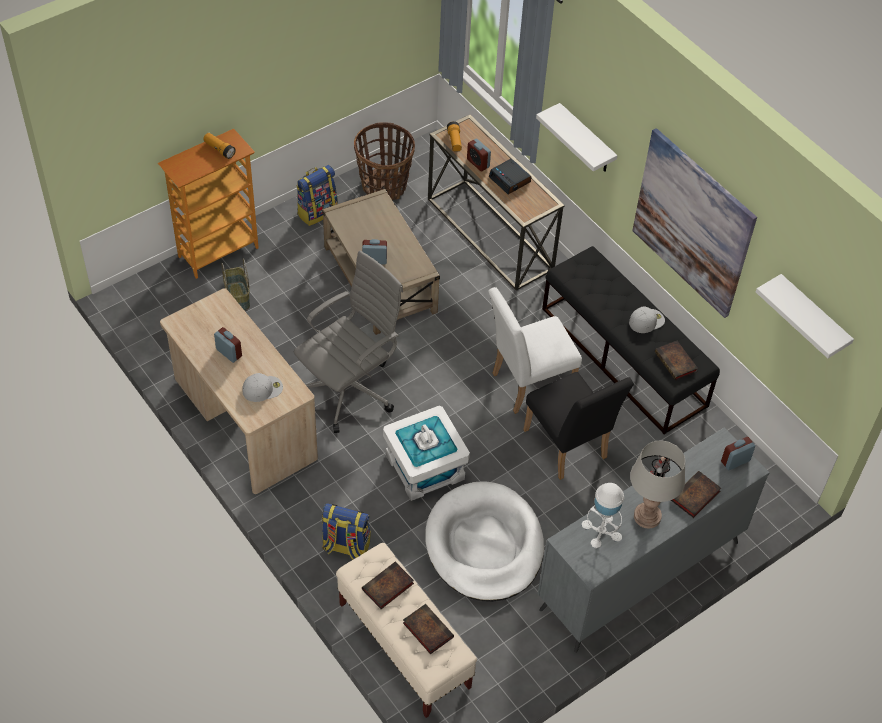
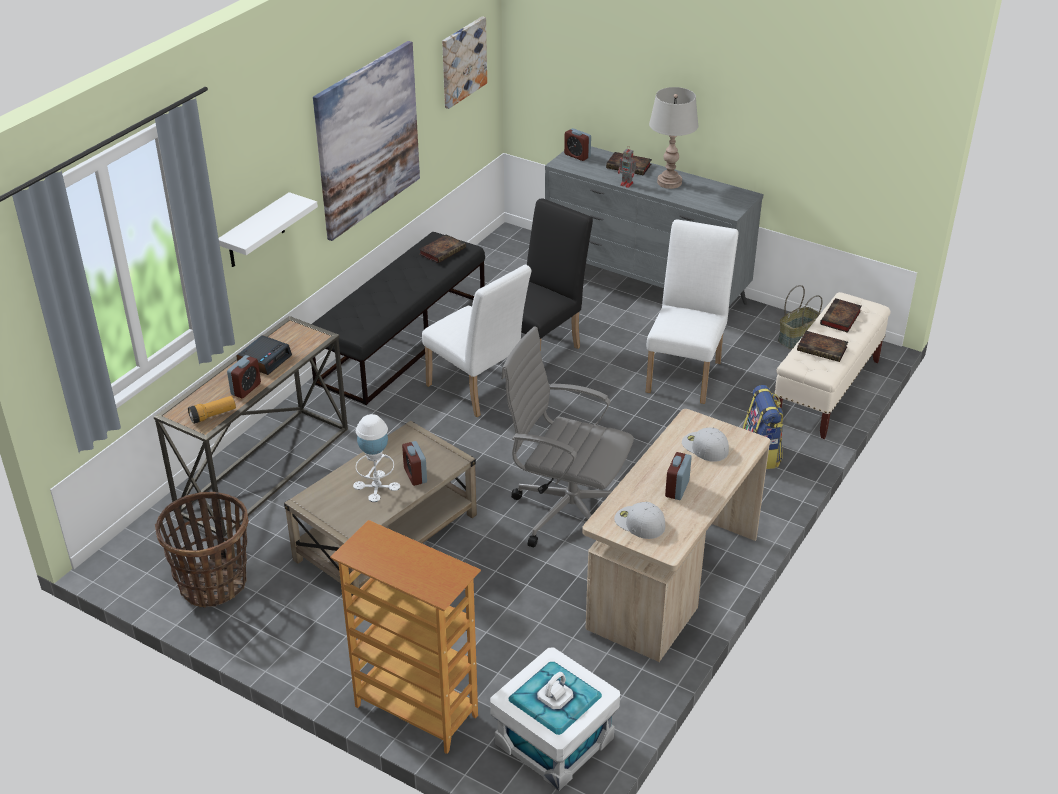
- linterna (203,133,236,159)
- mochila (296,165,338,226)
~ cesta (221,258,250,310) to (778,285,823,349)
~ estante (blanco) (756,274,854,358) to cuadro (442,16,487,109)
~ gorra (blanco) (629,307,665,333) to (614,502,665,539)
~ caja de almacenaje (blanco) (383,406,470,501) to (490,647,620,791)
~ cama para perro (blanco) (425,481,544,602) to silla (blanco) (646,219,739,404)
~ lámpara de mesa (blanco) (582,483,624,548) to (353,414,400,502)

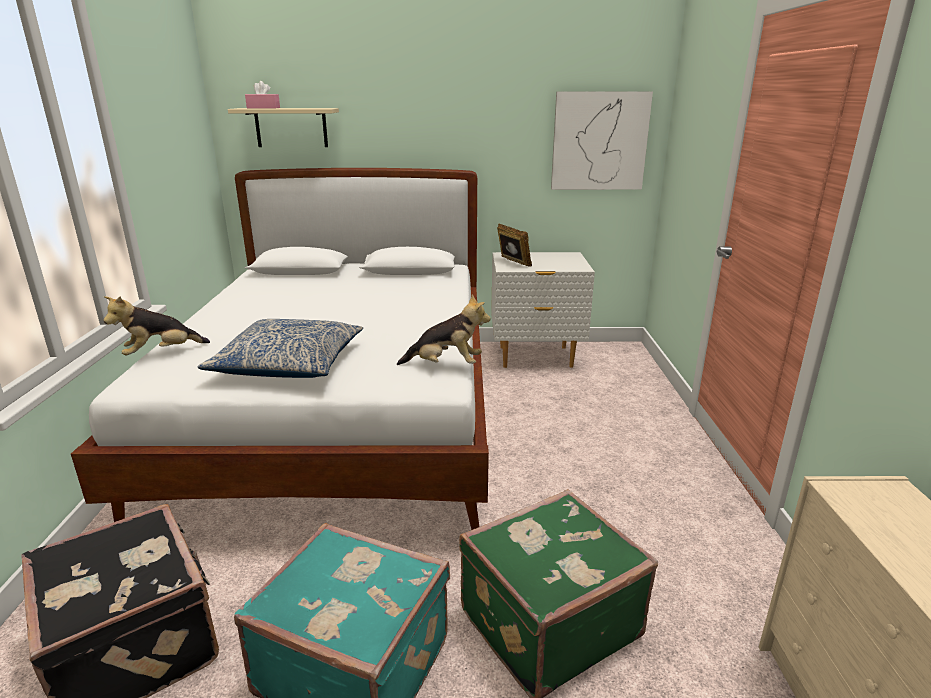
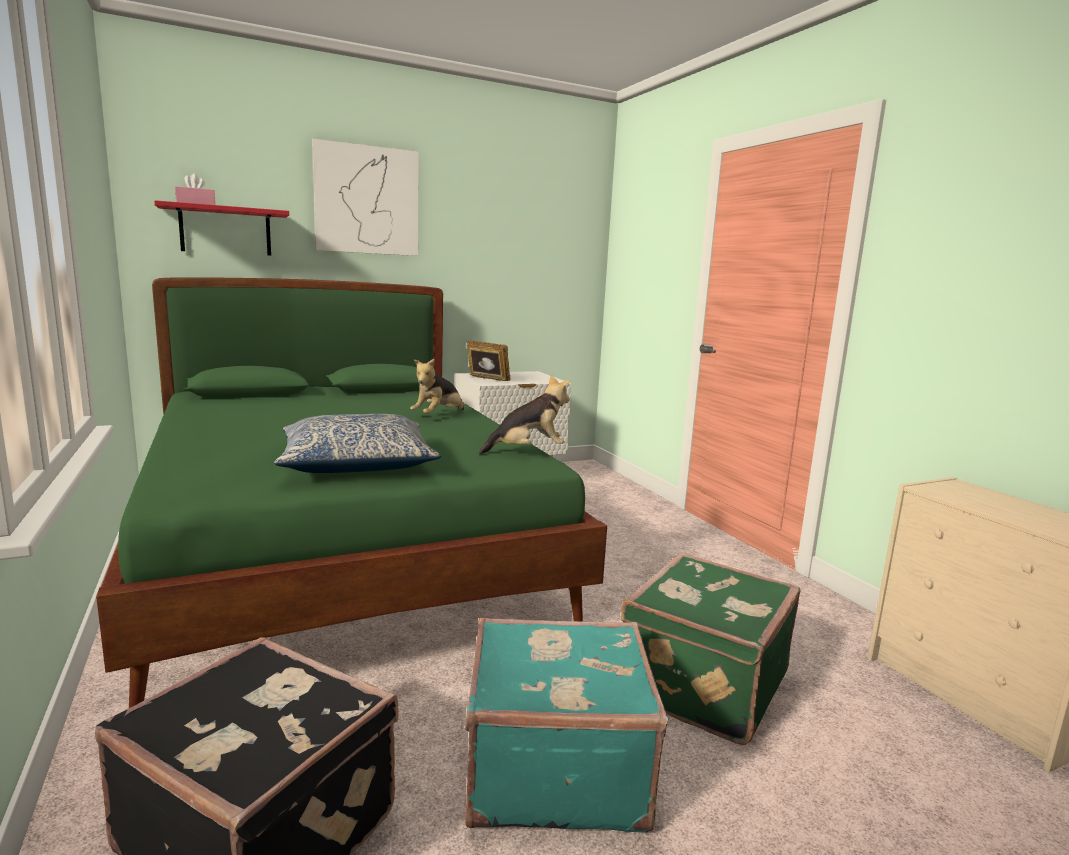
~ cuadro (551,91,653,190) to (312,139,419,256)
~ estante (beis) (228,108,339,147) to estante (rojo) (154,200,289,256)
~ cama (blanco) (71,168,489,530) to cama (verde) (96,277,607,708)
~ peluche (103,296,210,355) to (410,359,464,414)

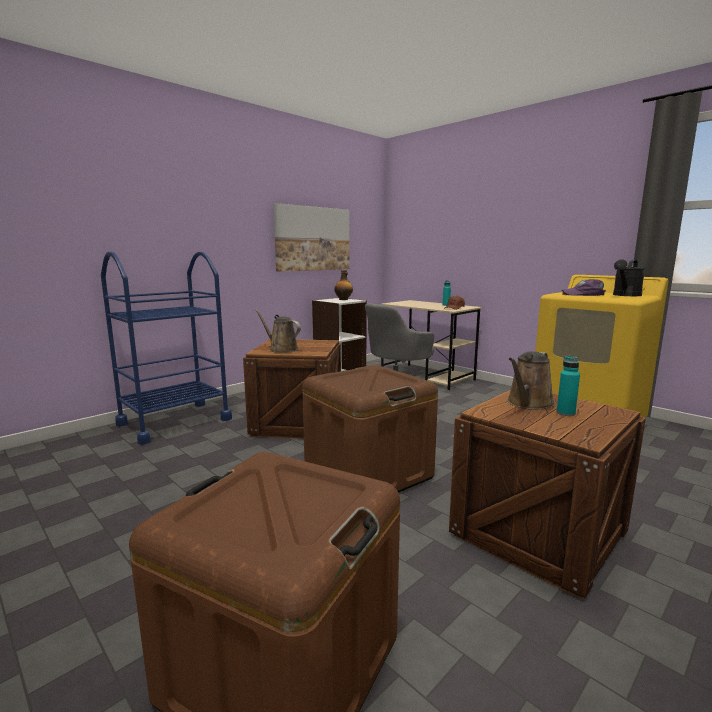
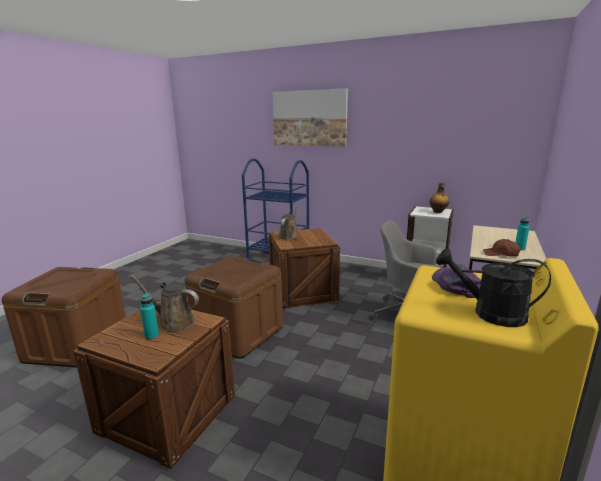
~ cuadro (273,203,349,272) to (273,88,348,146)

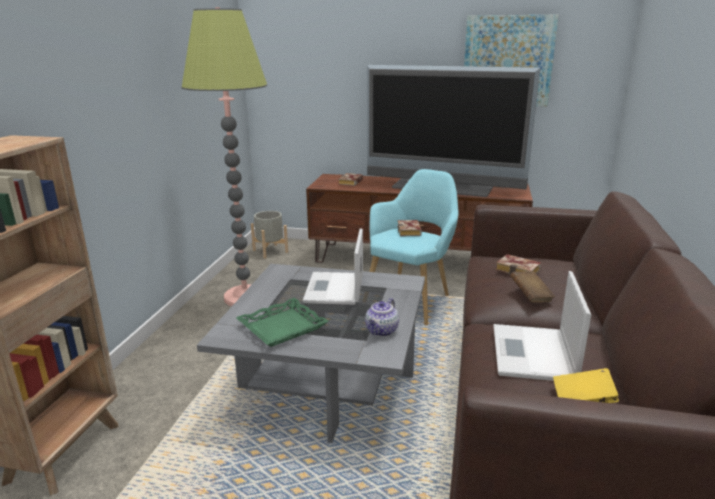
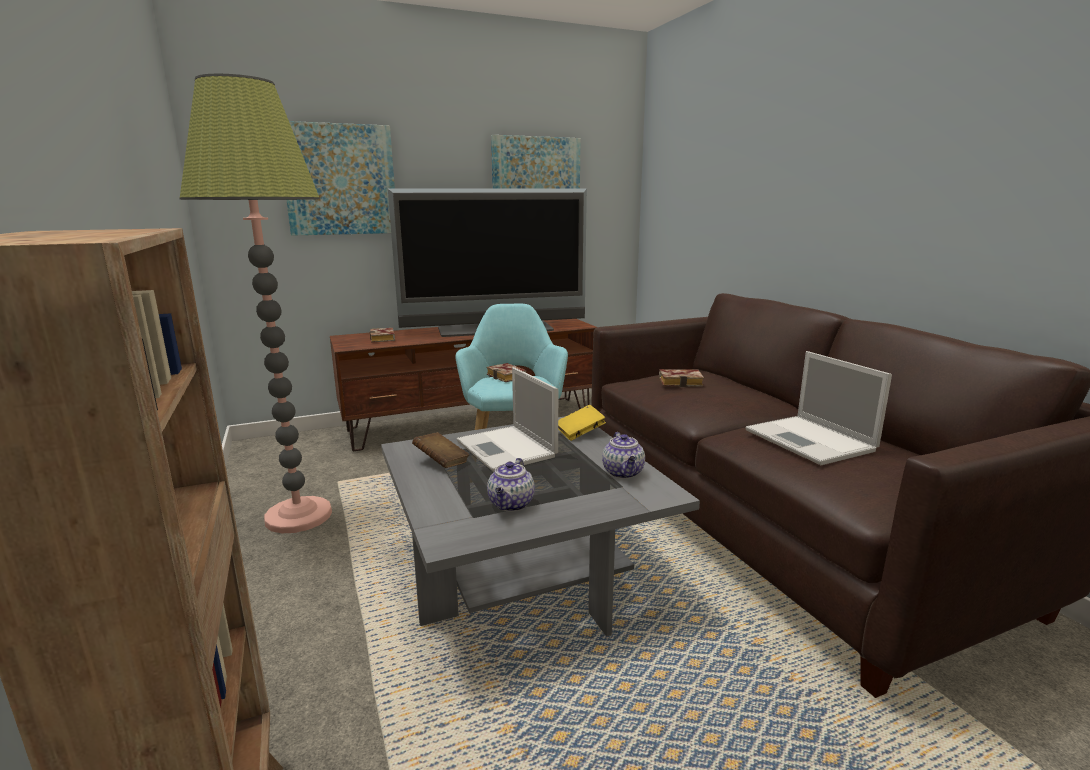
- maceta (gris) (251,211,288,259)
~ libro (marrón) (510,271,555,302) to (412,432,469,468)
~ bandeja (verde) (236,298,329,347) to tetera (487,458,535,512)
~ libro (amarillo) (553,368,619,403) to (558,405,606,441)
+ cuadro (287,121,395,236)

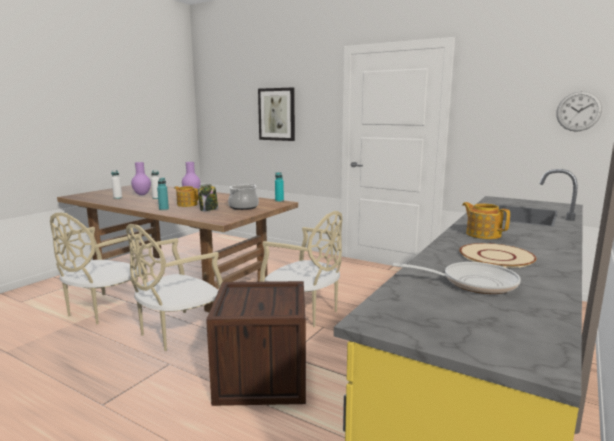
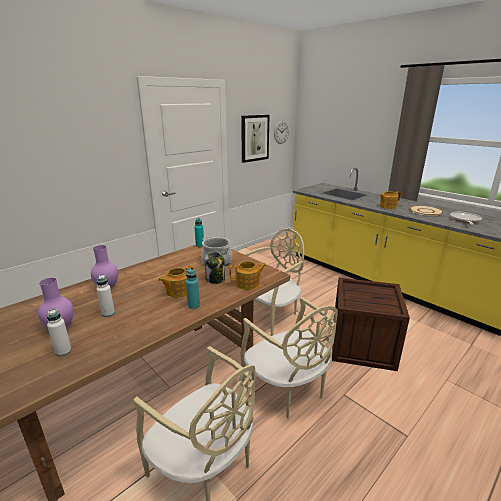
~ cuadro (258,87,295,141) to (241,115,269,163)
+ tetera (229,261,267,290)

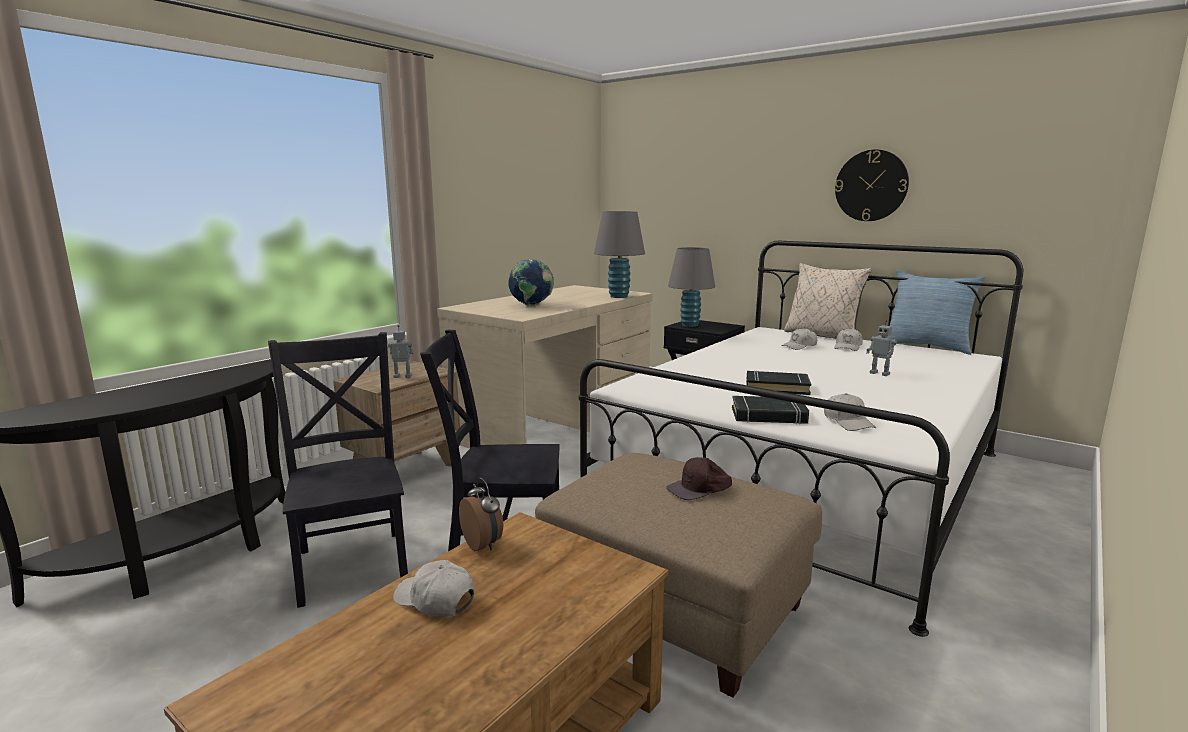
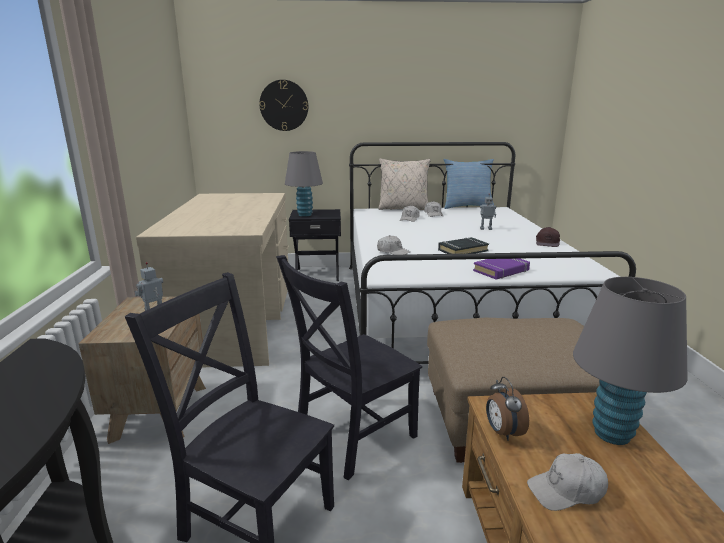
~ reloj de pared (835,150,909,221) to (259,80,308,131)
~ lámpara de mesa (gris) (594,211,645,298) to (573,277,687,445)
- globo terráqueo (508,259,554,306)
~ gorra (blanco) (824,393,876,431) to (377,235,410,255)
~ libro (negro) (732,396,809,424) to libro (morado) (473,258,530,280)
~ gorra (marrón) (666,457,732,500) to (536,227,560,247)
~ despertador (459,477,503,551) = (486,377,529,441) 120 degrees counterclockwise

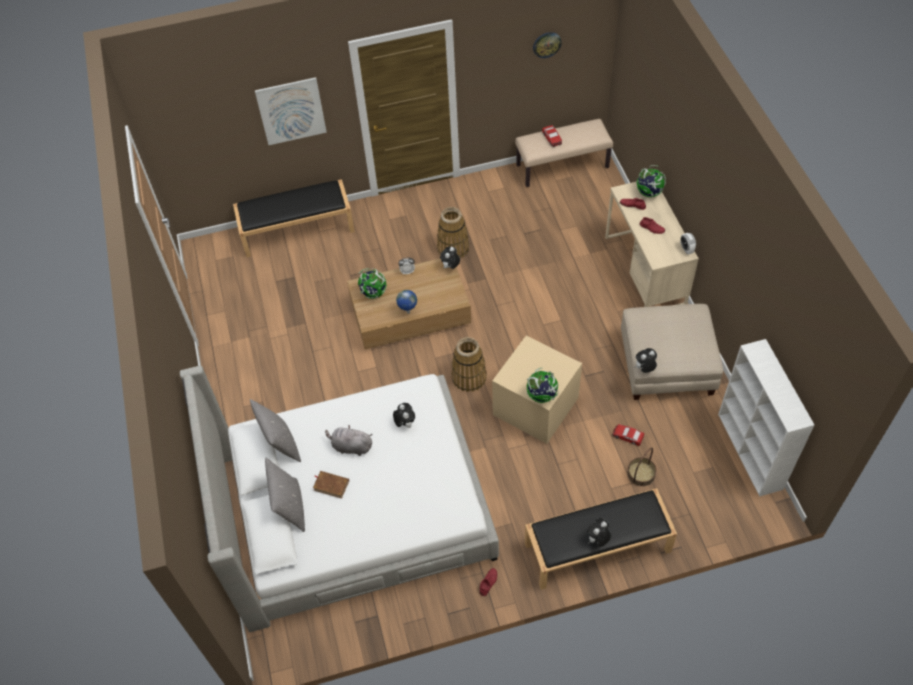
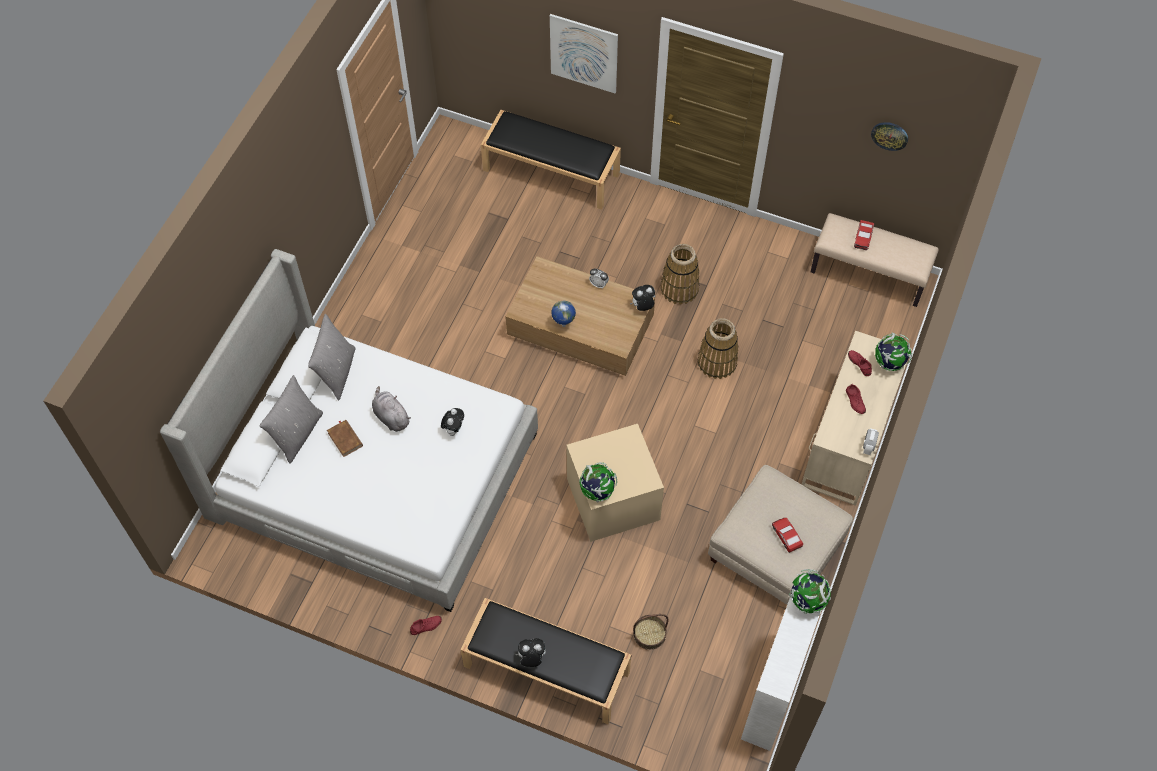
~ globo terráqueo (358,268,387,299) to (789,569,831,614)
~ cesta (451,337,487,392) to (698,318,739,379)
- peluche (634,348,657,373)
~ coche de juguete (612,424,644,446) to (772,518,803,553)

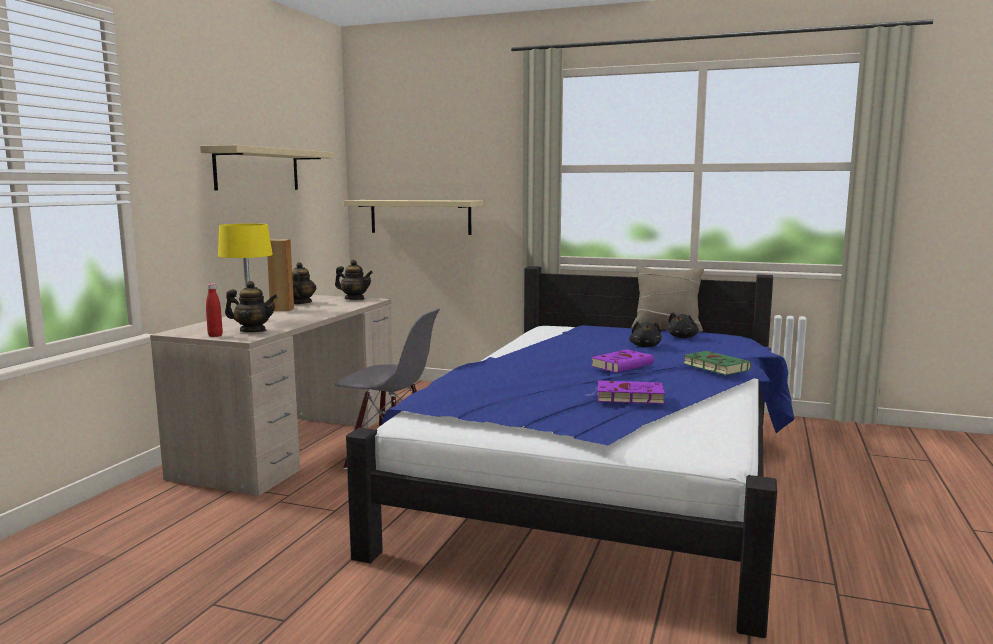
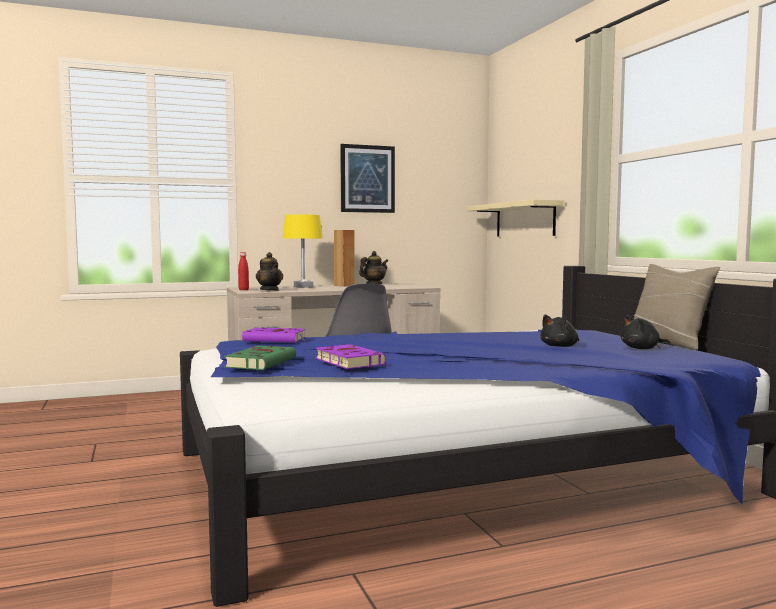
~ estante (beis) (200,145,335,190) to cuadro (340,144,395,213)
- tetera (335,260,373,300)
~ libro (morado) (591,349,654,373) to (242,328,310,343)
~ libro (verde) (683,351,751,375) to (224,345,296,370)

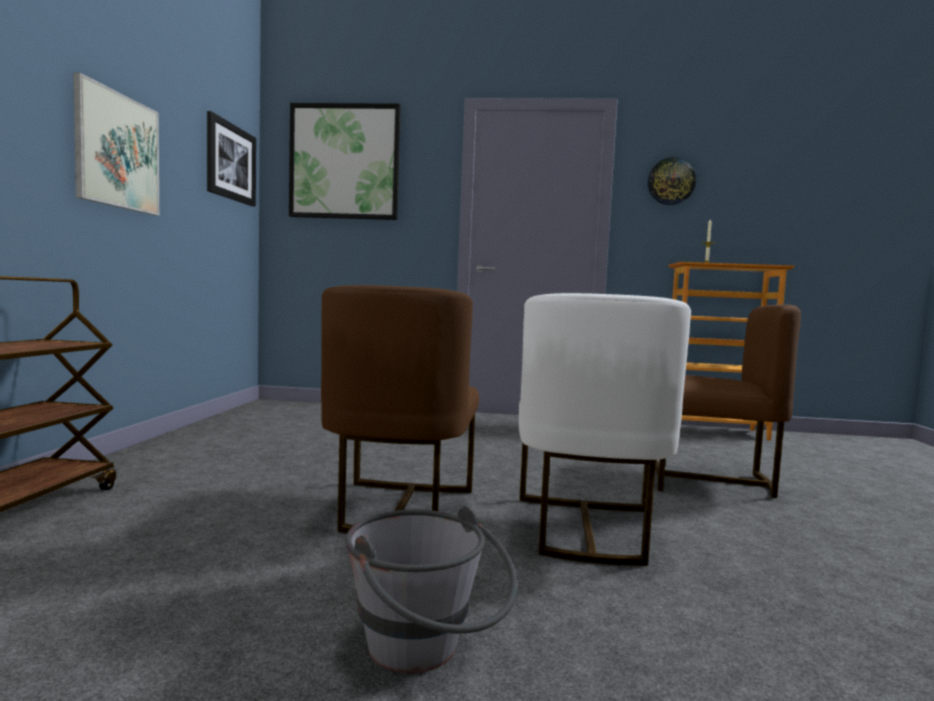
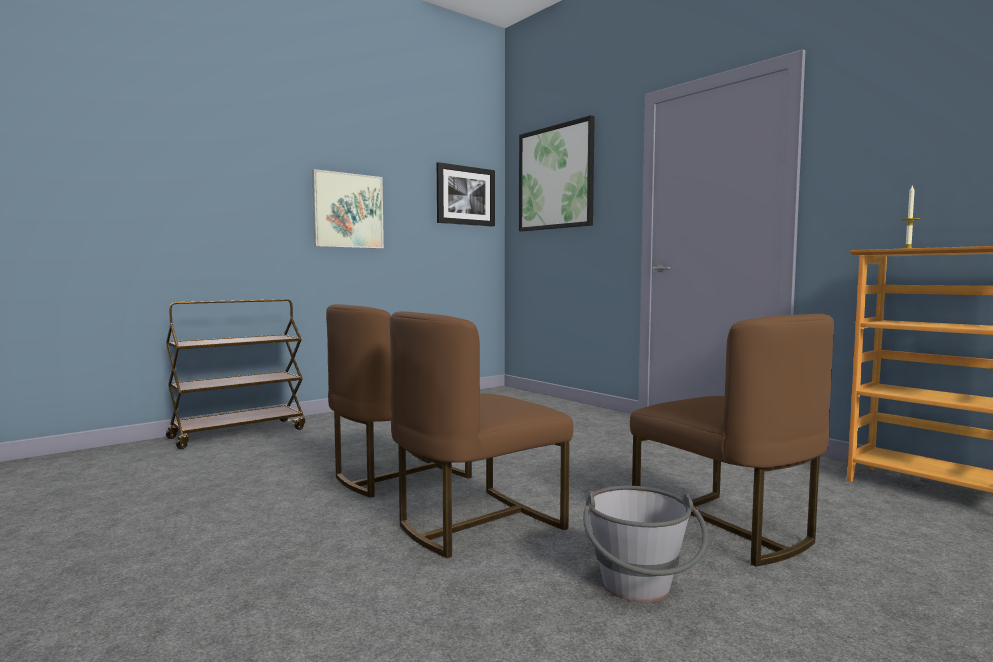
- reloj de pared (648,157,696,205)
~ silla (blanco) (519,293,691,565) to silla (marrón) (390,311,573,558)
~ cubo (gris) (345,506,517,673) to (583,486,708,602)

